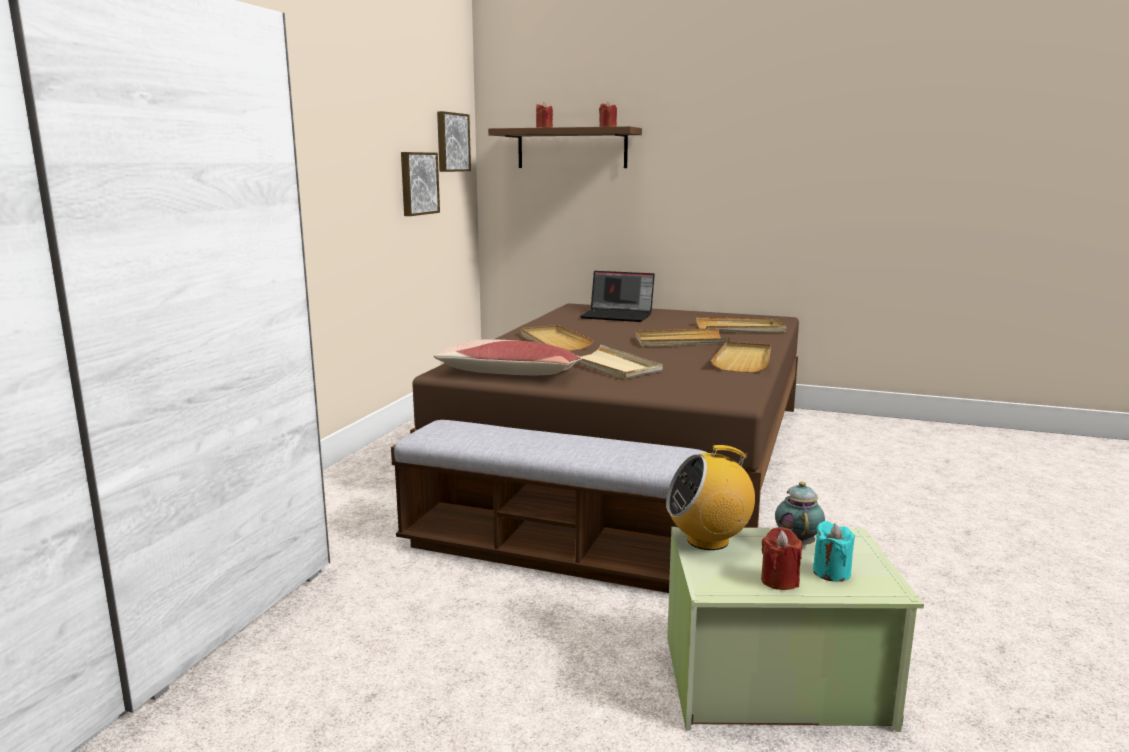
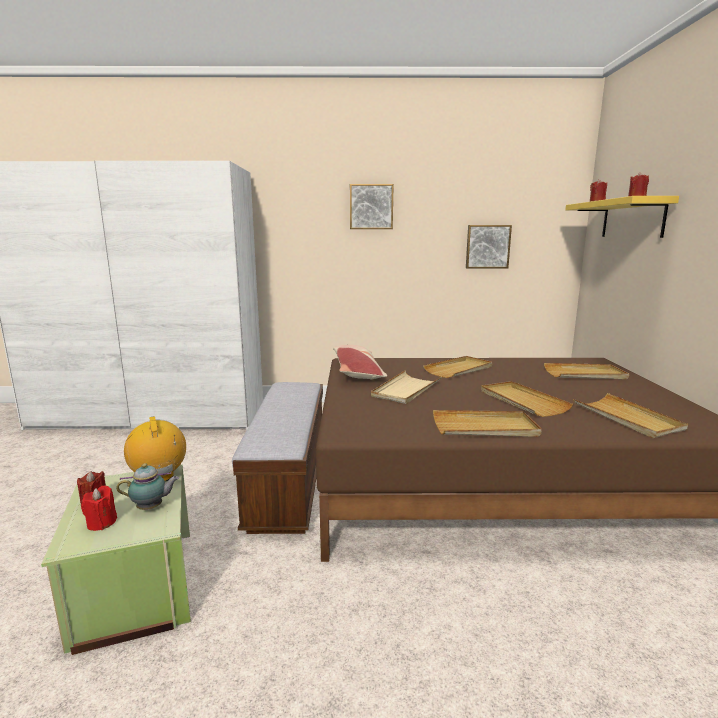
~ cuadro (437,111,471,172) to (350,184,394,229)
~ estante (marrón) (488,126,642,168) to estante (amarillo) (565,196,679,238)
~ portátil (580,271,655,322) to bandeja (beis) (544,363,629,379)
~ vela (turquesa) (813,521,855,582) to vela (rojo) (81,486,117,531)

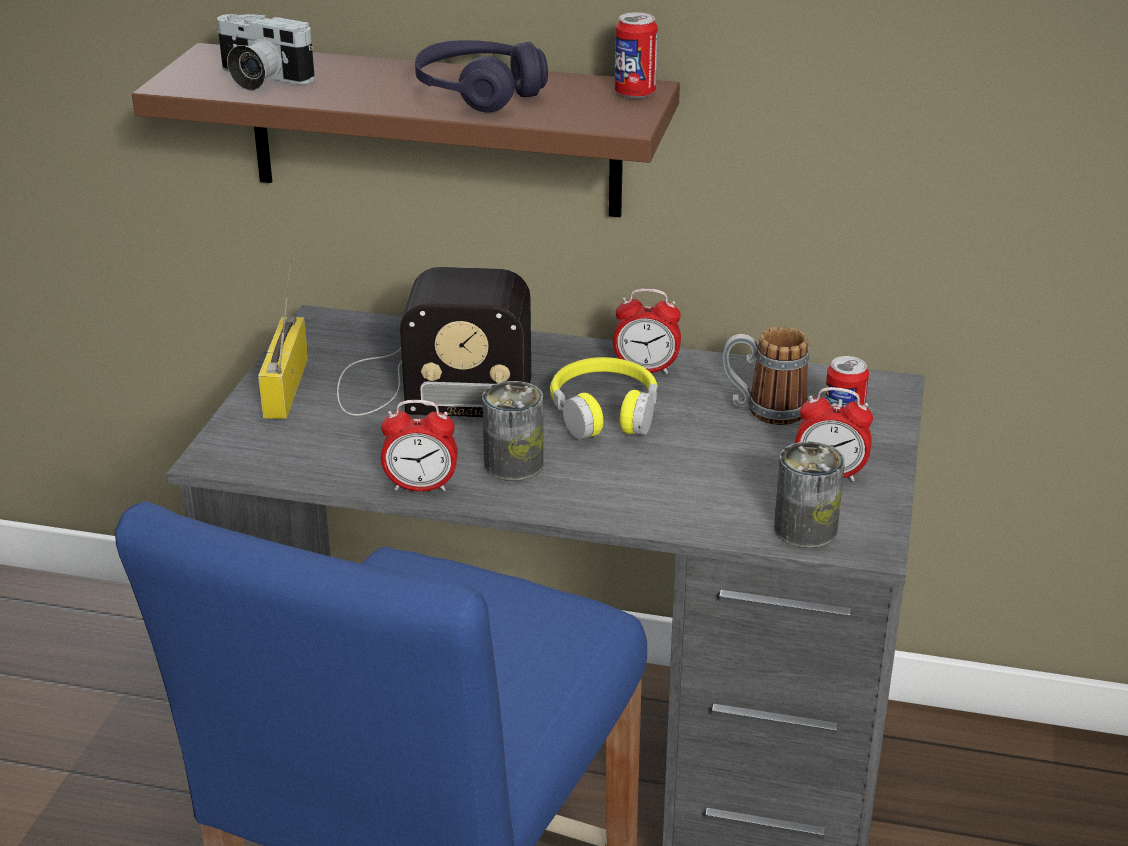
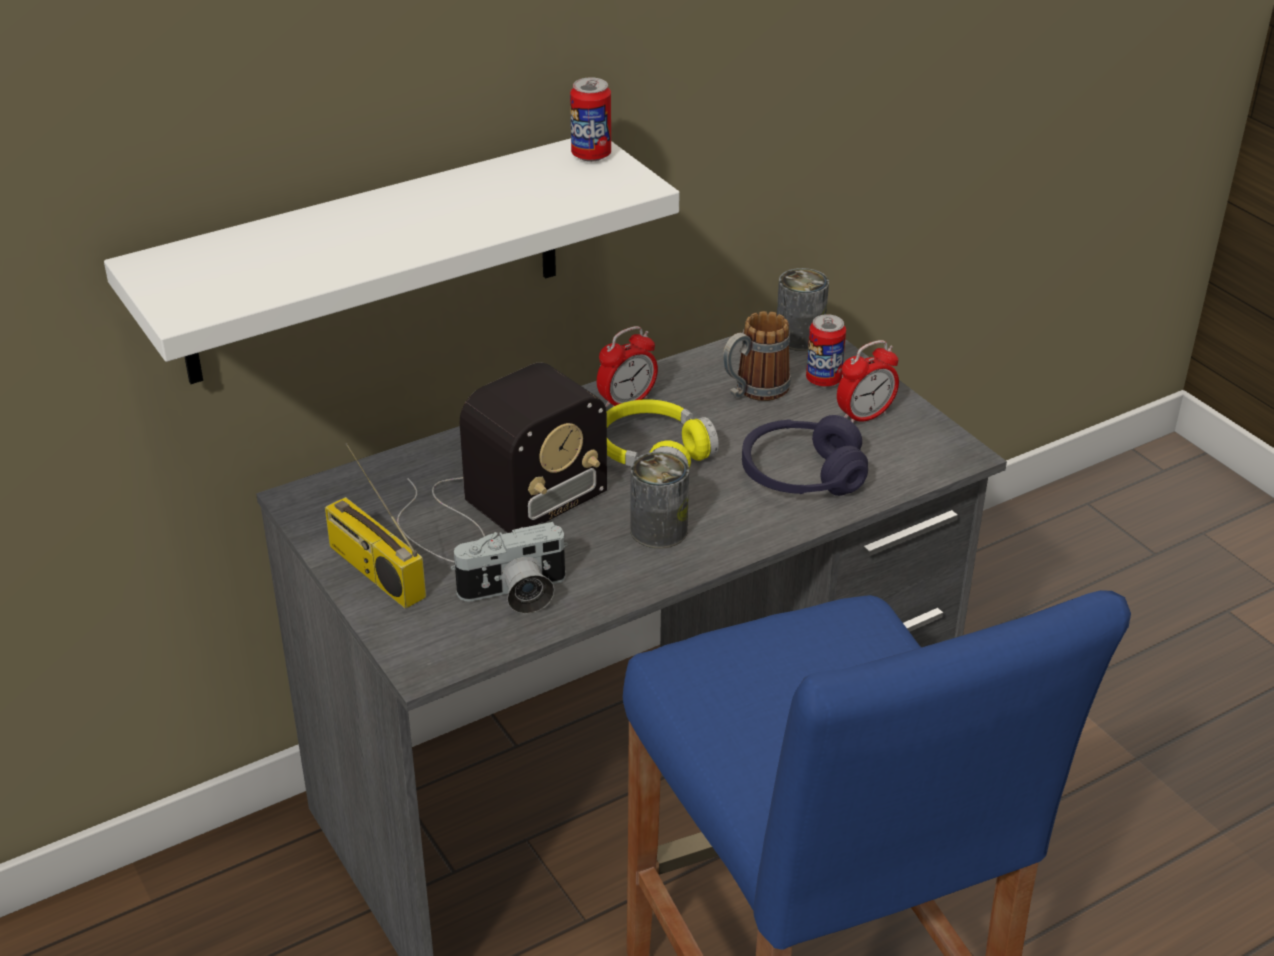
~ cámara (217,14,315,91) to (451,522,568,614)
~ auriculares (morado) (415,40,548,113) to (742,415,868,496)
~ estante (marrón) (132,43,680,217) to estante (blanco) (104,138,680,384)
- despertador (381,400,457,492)
~ lata (774,441,845,548) to (777,268,829,351)

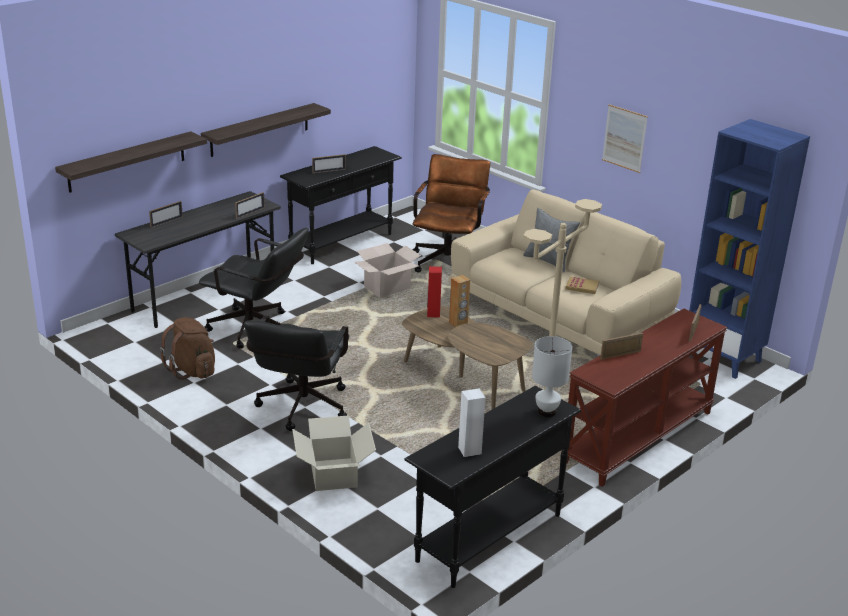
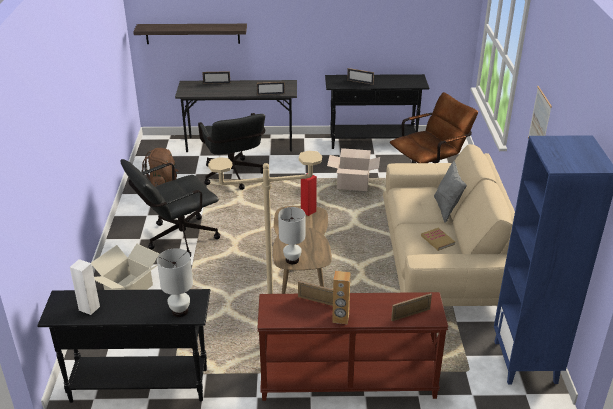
- estante (201,103,331,157)
~ altavoz (marrón) (449,275,470,327) to (332,271,350,324)
+ lámpara de mesa (blanco) (278,207,305,264)

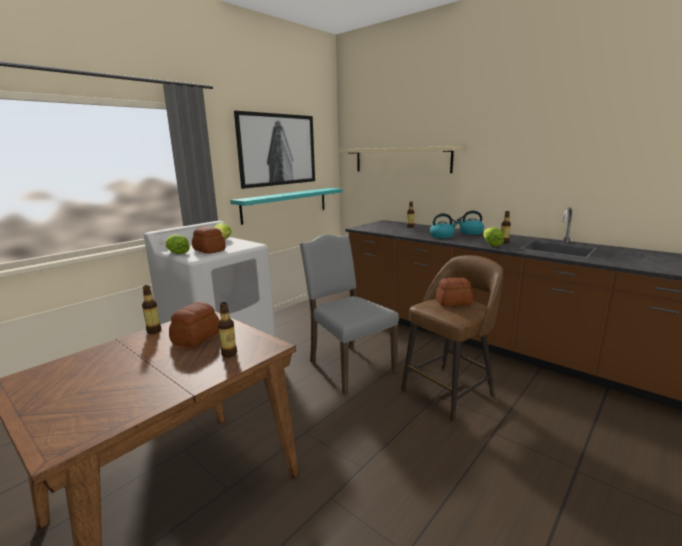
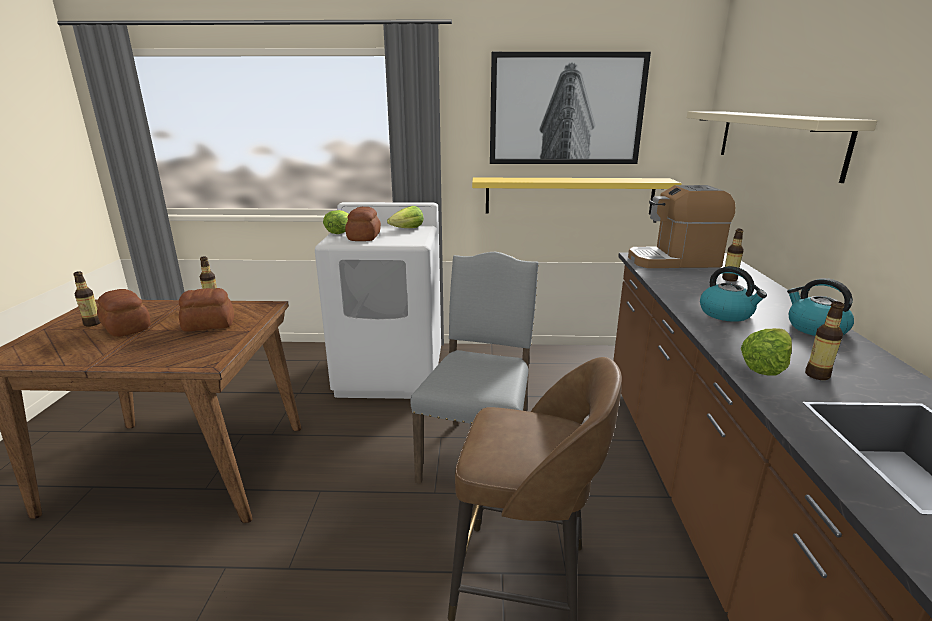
~ estante (turquesa) (230,188,343,225) to estante (amarillo) (472,178,682,214)
~ pan (436,277,473,307) to (97,289,151,337)
~ botella (218,302,237,358) to (73,271,100,327)
+ cafetera (628,185,735,268)

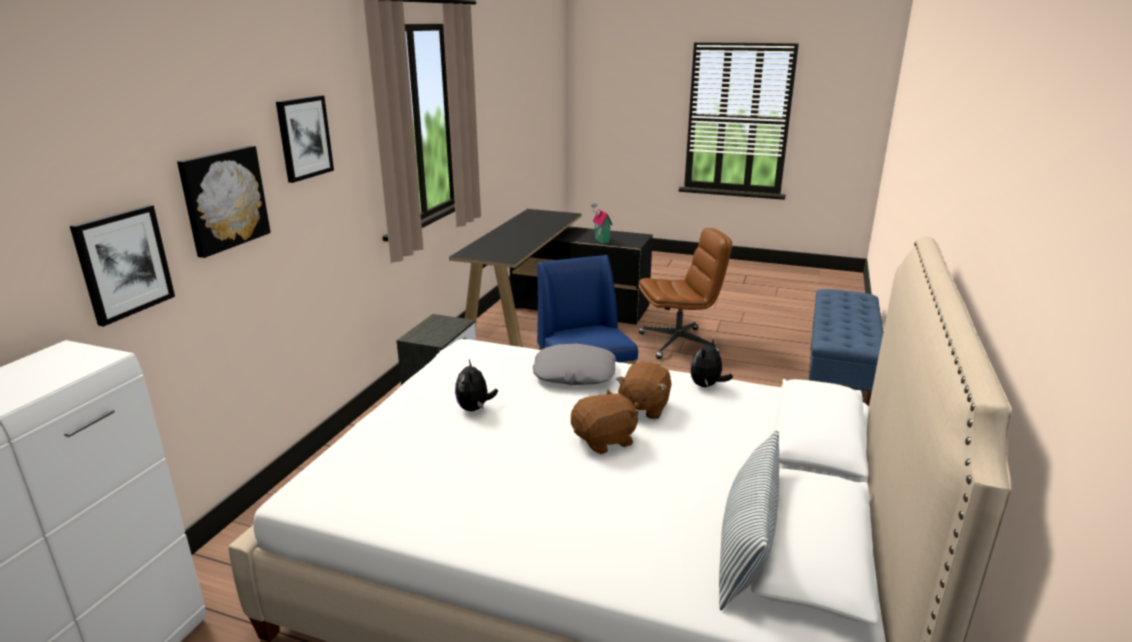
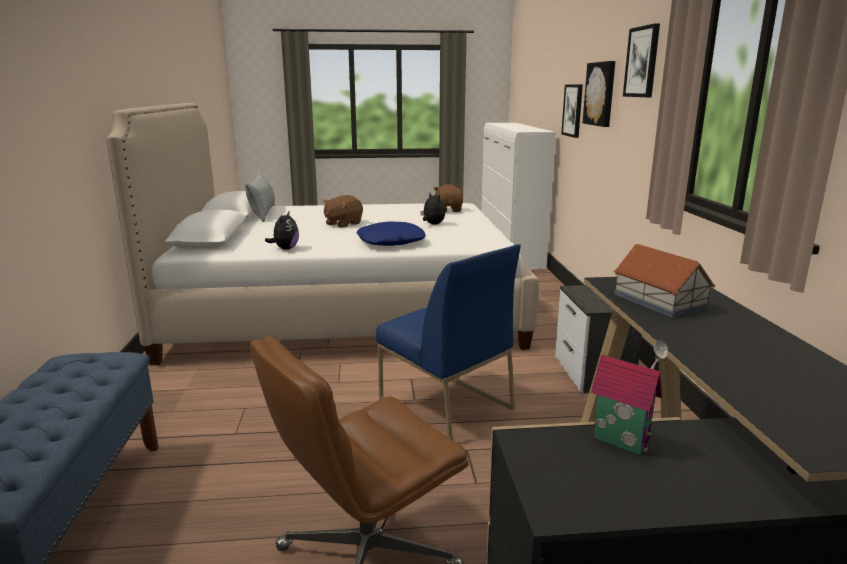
~ cojín (gris) (532,343,616,385) to cojín (azul) (356,221,426,246)
~ peluche (marrón) (616,362,672,419) to (433,184,463,212)
+ casita (614,244,715,318)

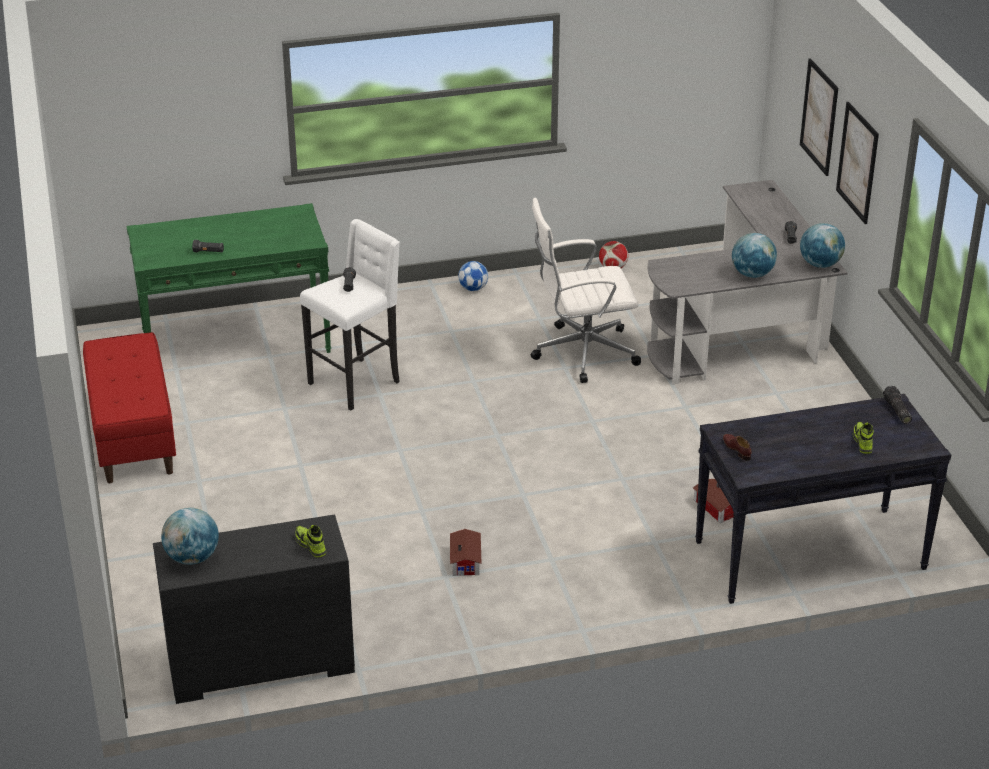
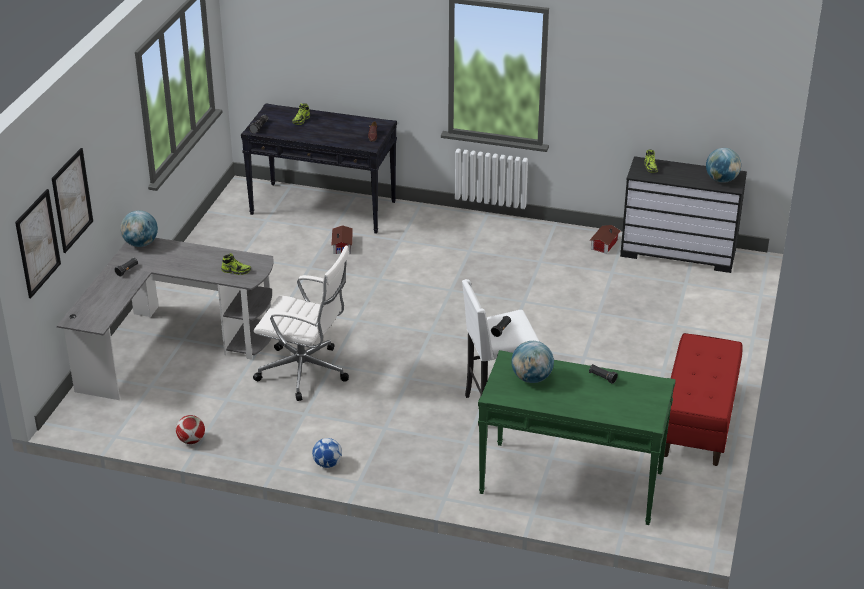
~ cuadro (836,102,879,224) to (15,189,61,298)
~ globo terráqueo (732,233,777,278) to (511,341,554,383)
~ casita (450,529,481,576) to (590,225,621,254)
+ zapato (221,253,251,275)

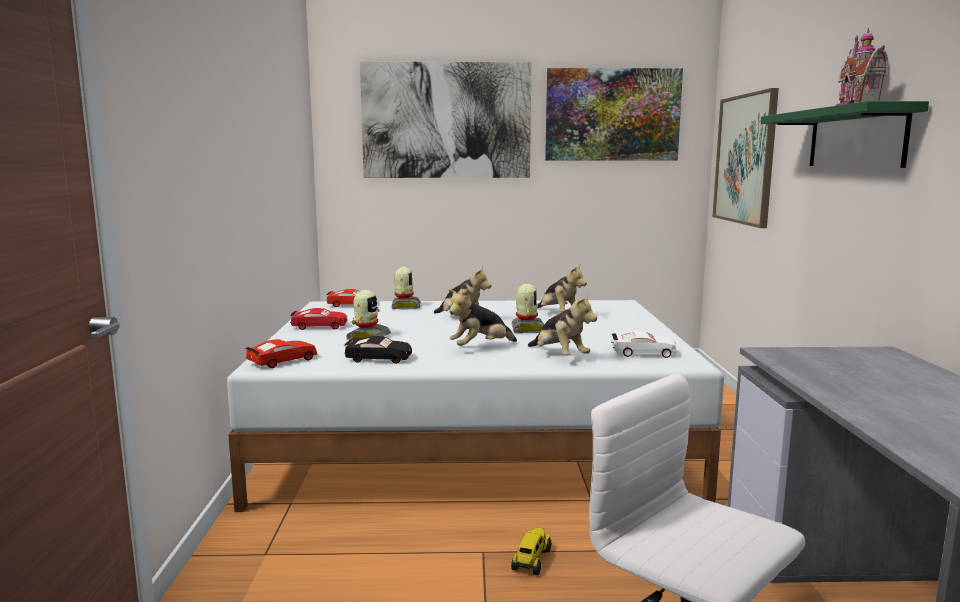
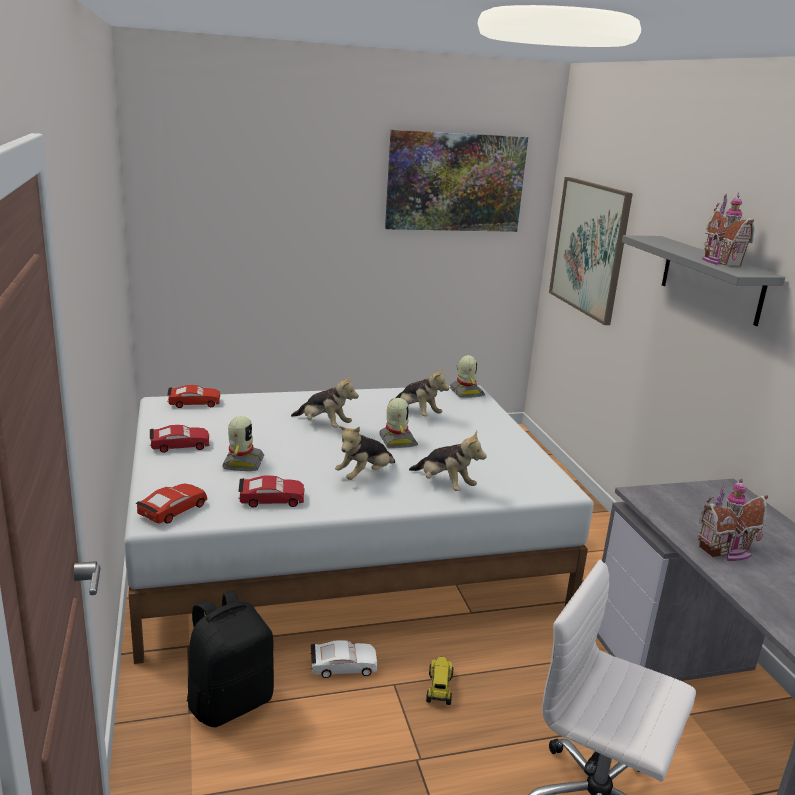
- cuadro (360,62,532,178)
~ estante (verde) (761,101,929,168) to estante (gris) (622,235,785,326)
~ robot de juguete (392,267,421,309) to (450,355,485,398)
~ coche de juguete (blanco) (611,331,677,358) to (310,640,377,678)
~ coche de juguete (negro) (344,336,412,364) to coche de juguete (rojo) (238,475,305,508)
+ casita (698,478,768,561)
+ mochila (negro) (187,590,274,727)

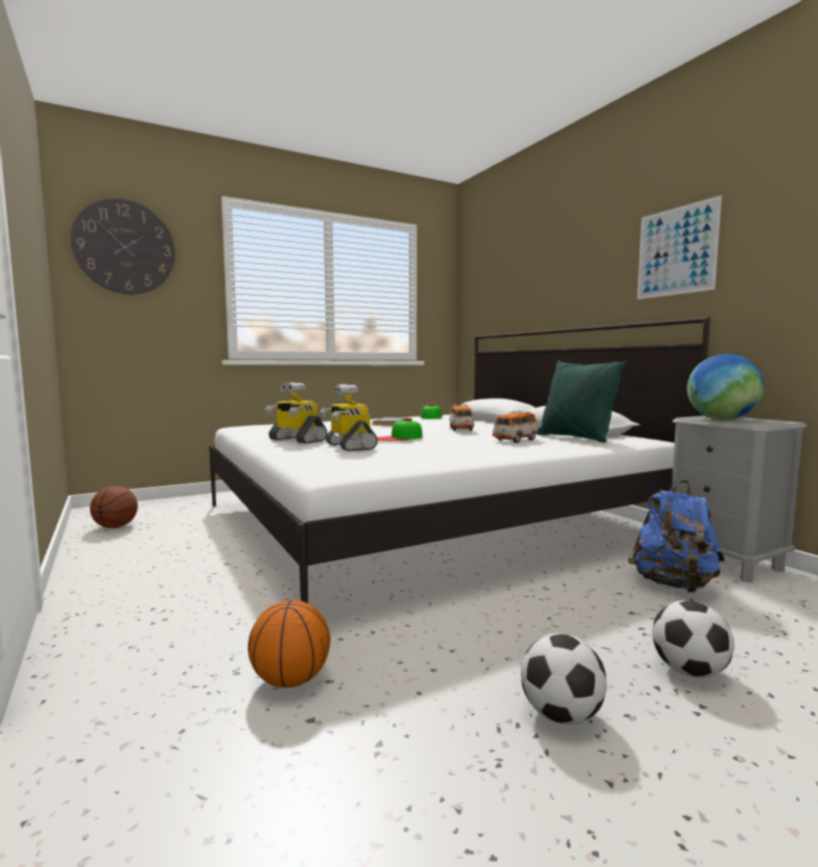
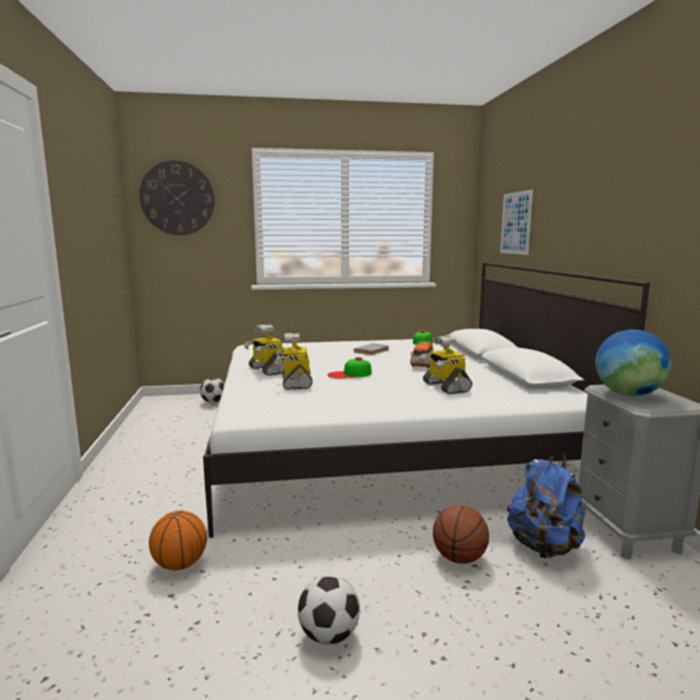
~ cuadro (637,195,722,299) to (500,189,533,255)
- cojín (verde) (537,360,626,443)
~ coche de juguete (492,411,539,443) to robot de juguete (420,336,472,394)
~ balón de baloncesto (90,486,138,528) to (433,505,489,564)
~ balón de fútbol (652,600,734,678) to (200,378,225,403)

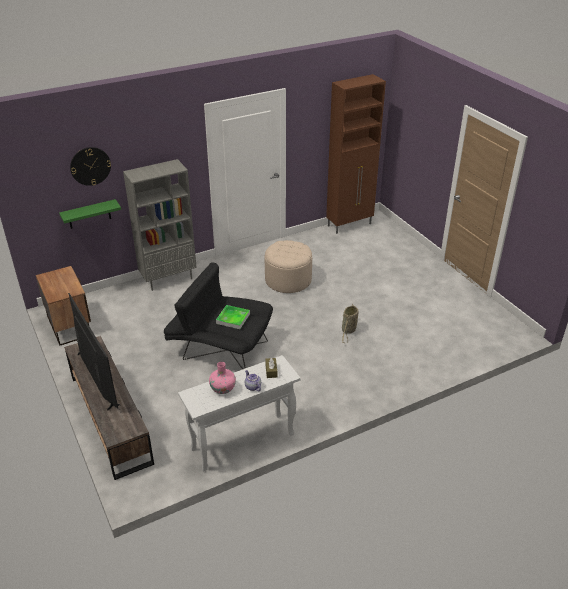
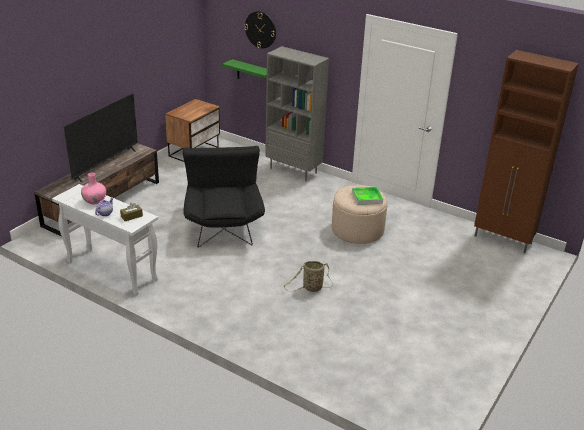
~ bandeja (216,305,250,329) to (352,186,383,205)

